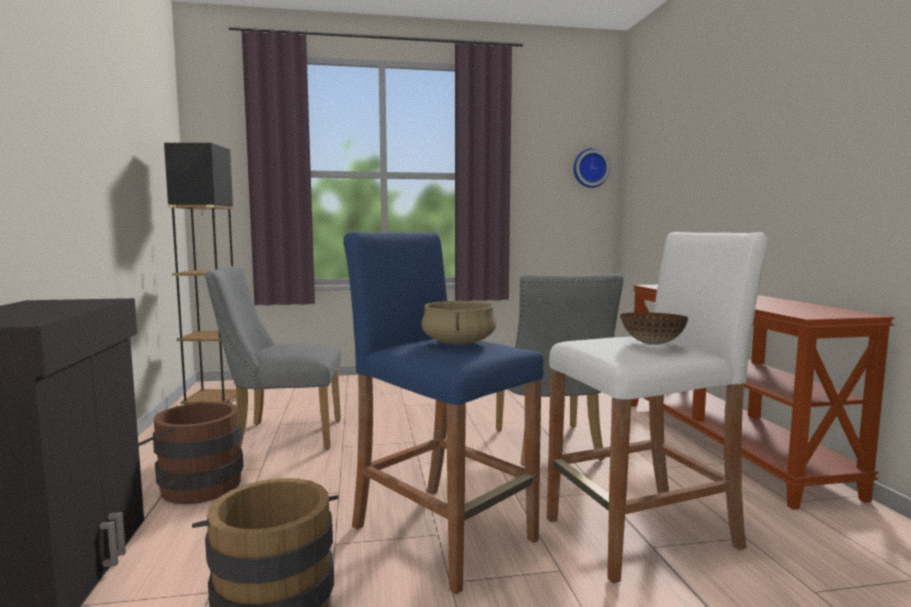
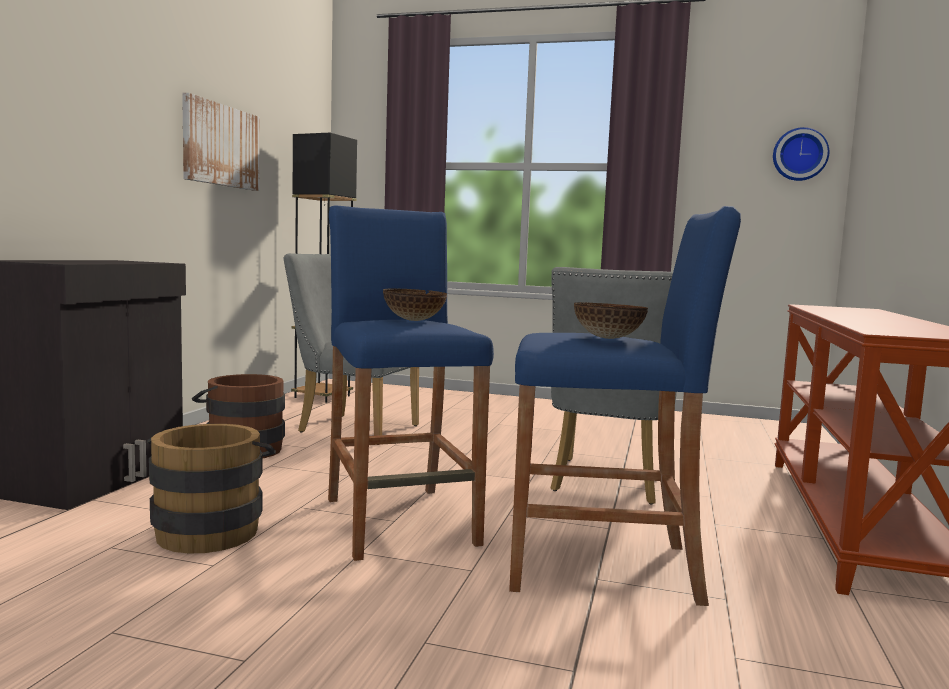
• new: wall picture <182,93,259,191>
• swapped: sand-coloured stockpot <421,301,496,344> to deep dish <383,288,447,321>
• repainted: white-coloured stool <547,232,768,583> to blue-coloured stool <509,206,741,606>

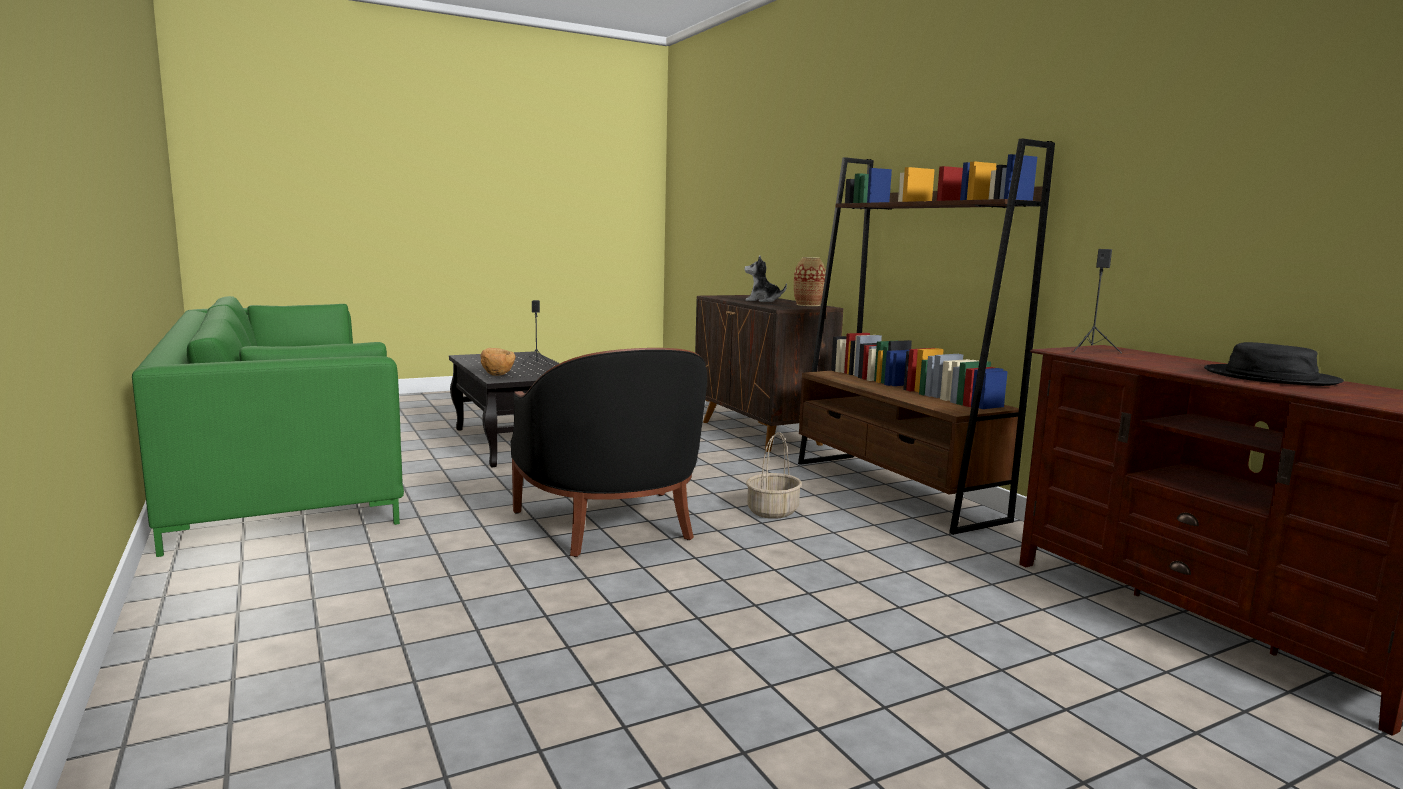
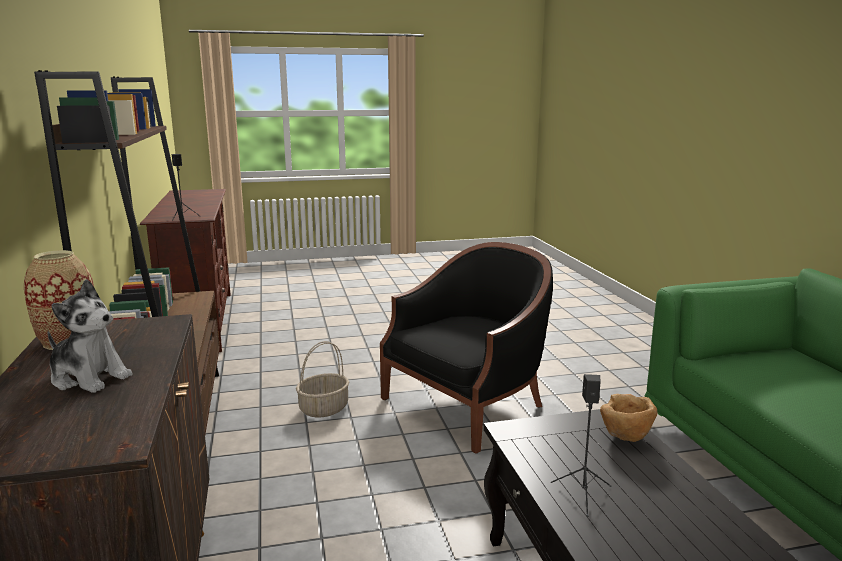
• rotated: blackish armchair <510,348,707,557> = <380,242,553,454> 60 degrees clockwise
• gone: blackish wearable hat <1204,342,1344,386>

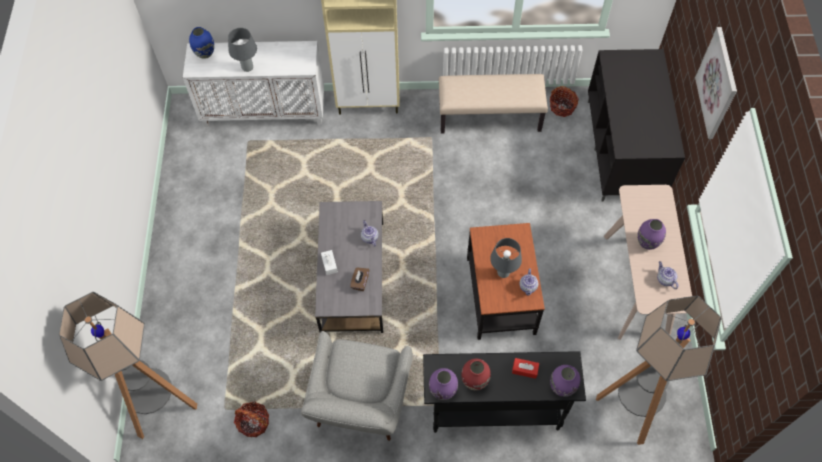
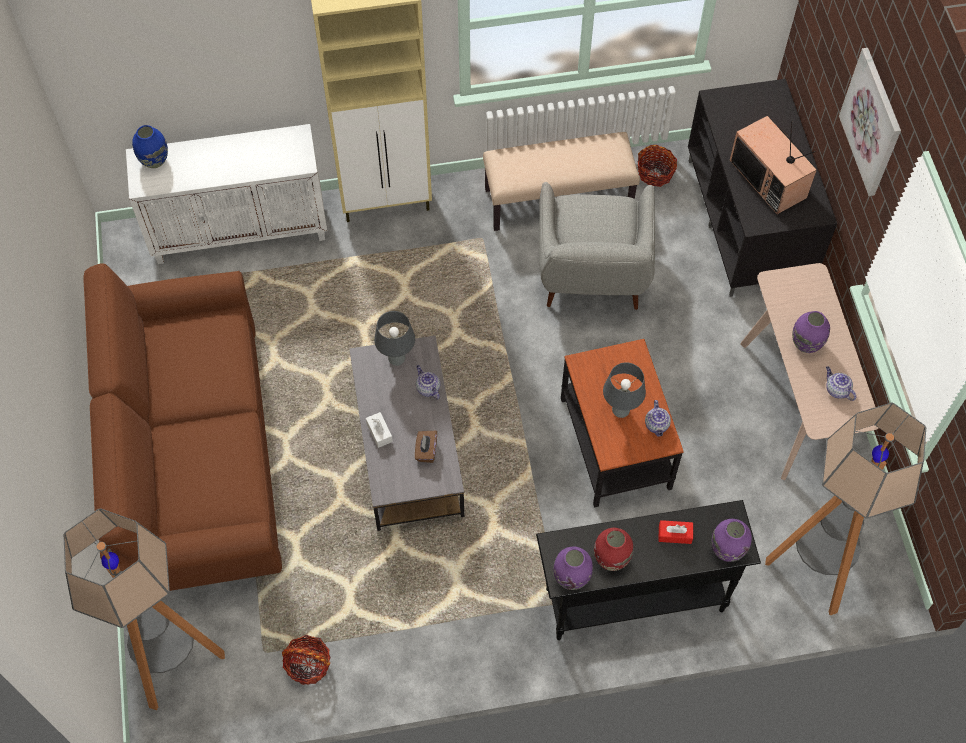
• new: brownish sofa <83,263,282,591>
• shifted: gray table lamp <228,28,257,72> to <374,311,415,366>
• shifted: gray armchair <301,331,413,441> to <539,182,655,310>
• new: television <730,116,817,214>

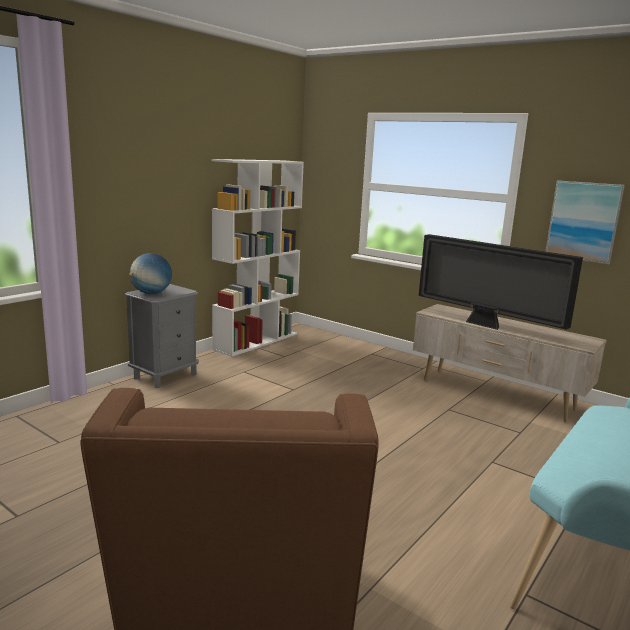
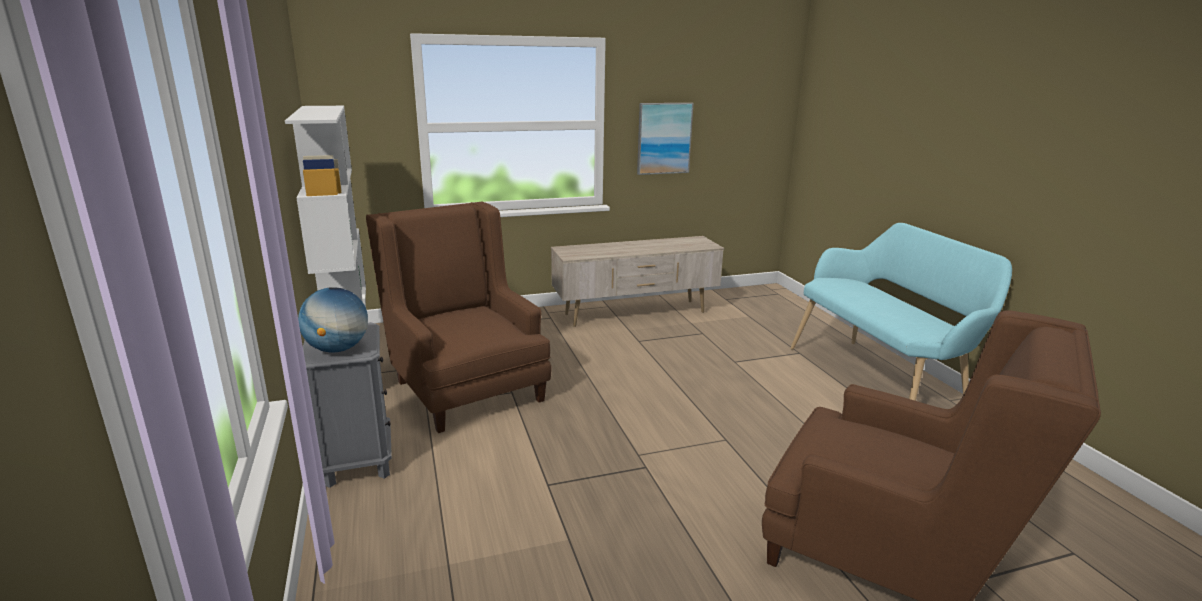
• new: brownish armchair <366,201,551,433>
• gone: television <419,234,583,330>

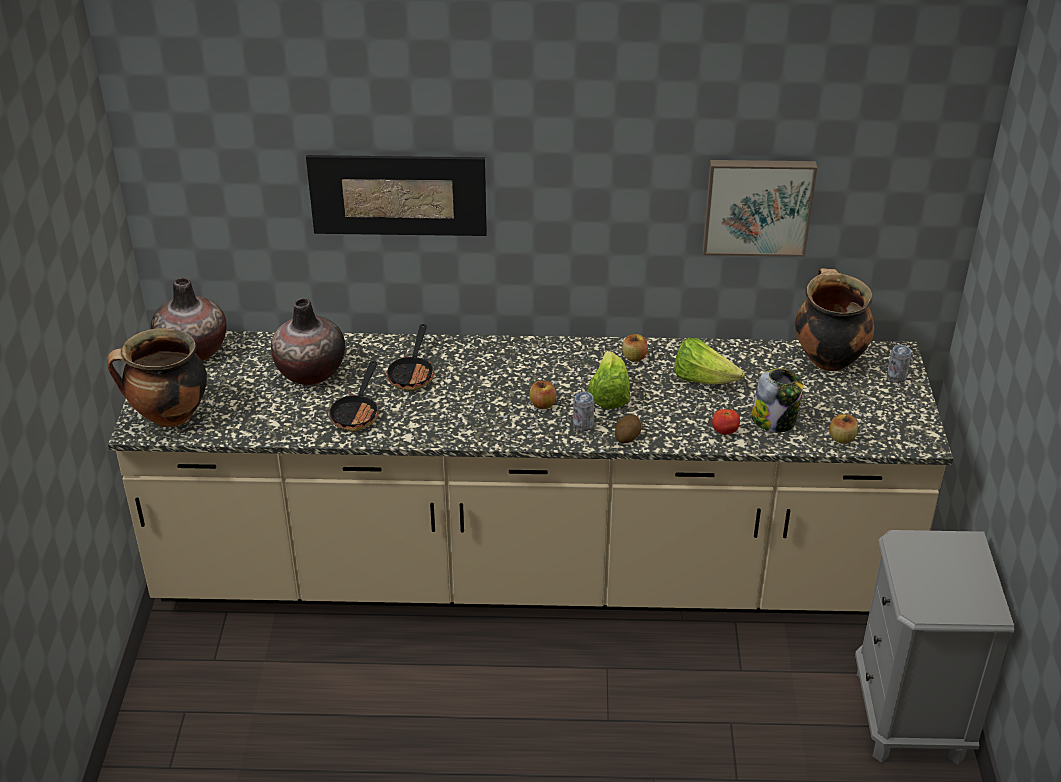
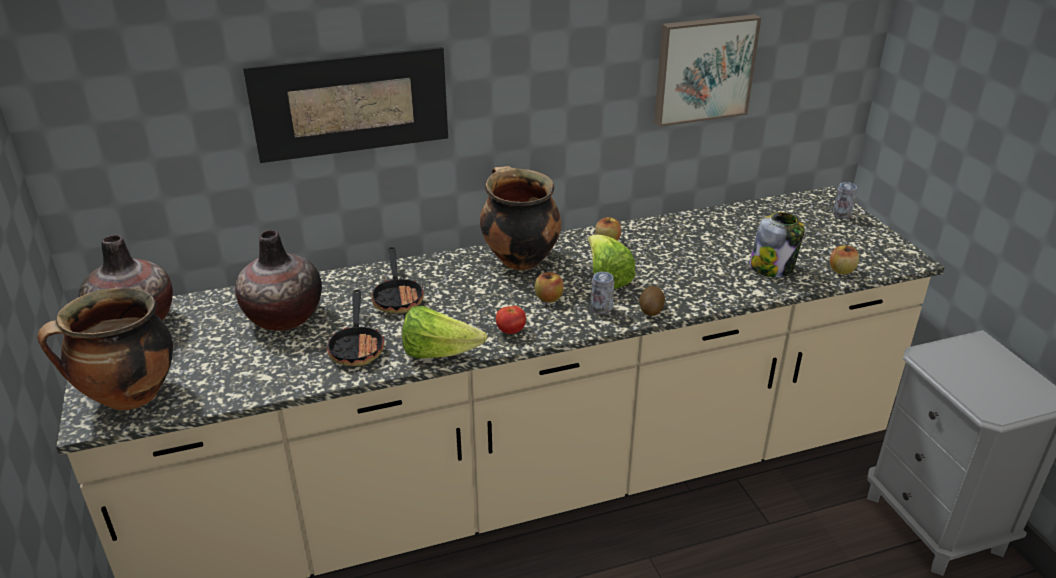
• shifted: head of lettuce <674,338,745,384> to <402,306,487,358>
• shifted: stockpot <795,268,874,371> to <480,166,561,270>
• shifted: tomato <712,409,740,435> to <496,306,526,334>

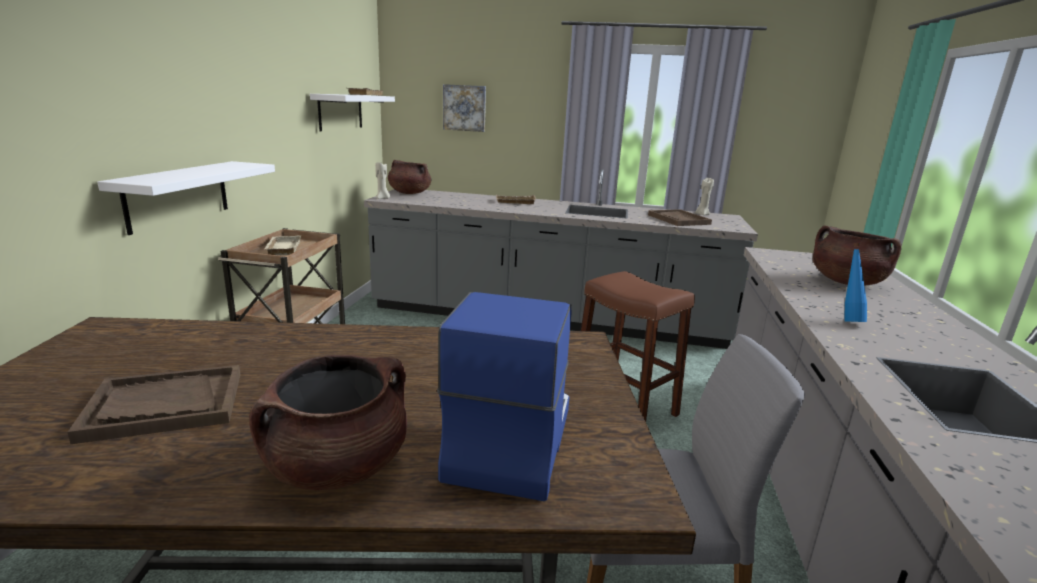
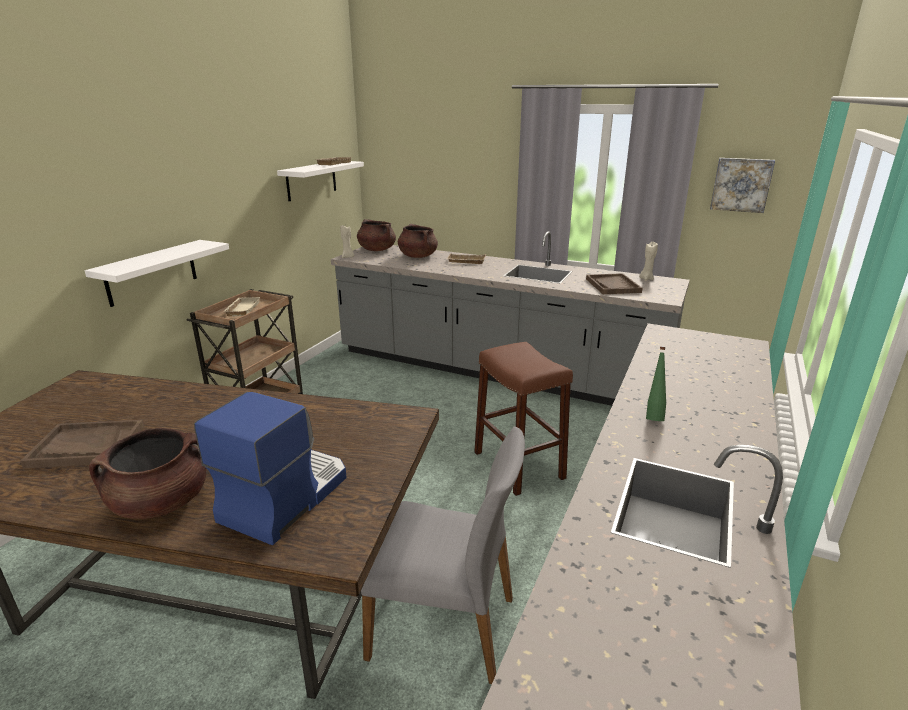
• shifted: brownish stockpot <813,225,902,286> to <398,224,438,258>
• repainted: blue-coloured beverage bottle <845,243,867,322> to green-coloured beverage bottle <646,347,666,421>
• shifted: wall picture <443,84,486,132> to <710,158,775,213>

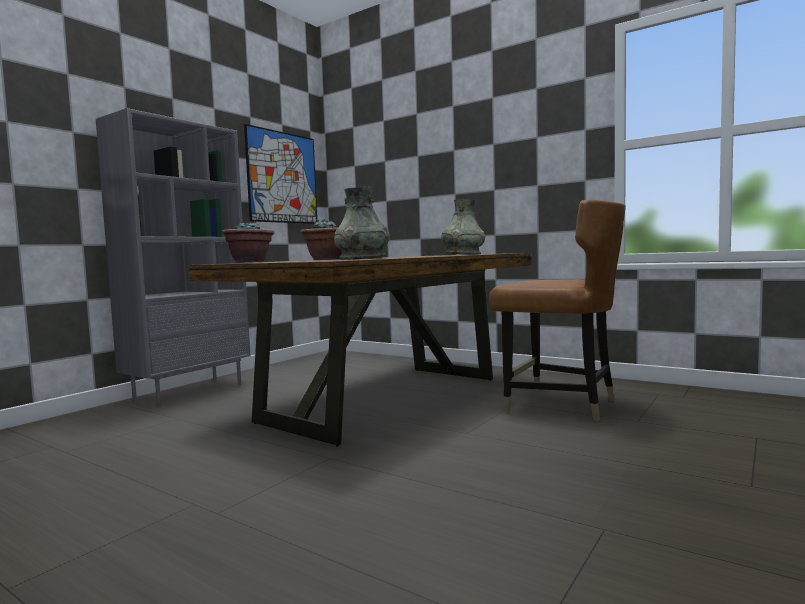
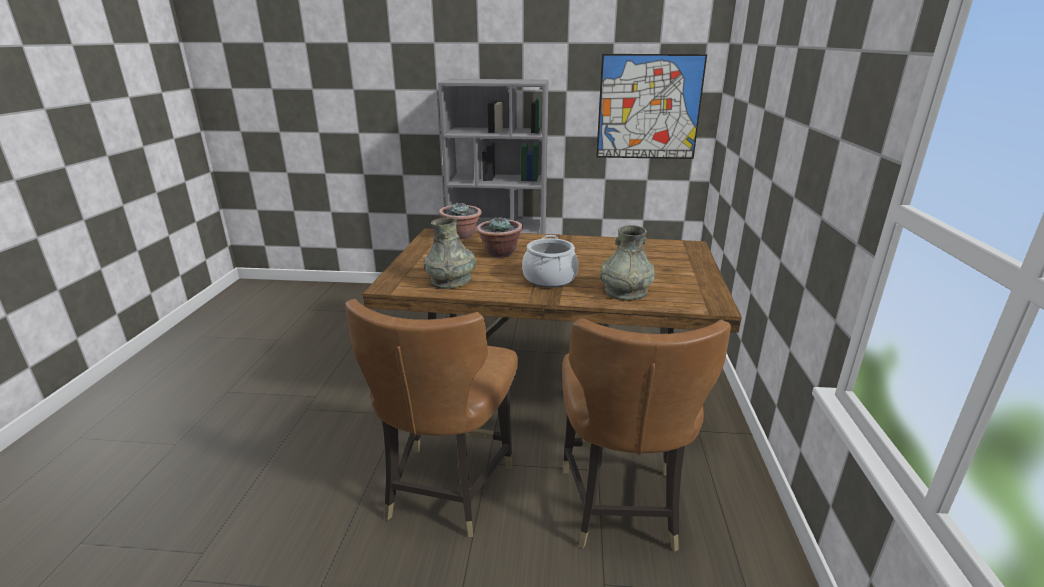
• new: brownish upright chair <345,299,518,537>
• new: stockpot <522,235,578,288>

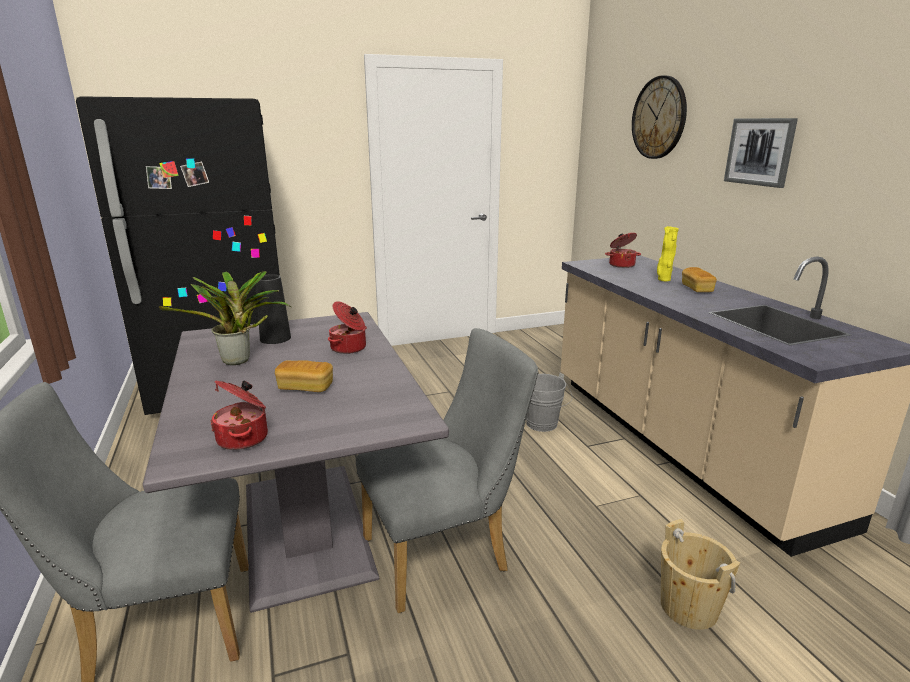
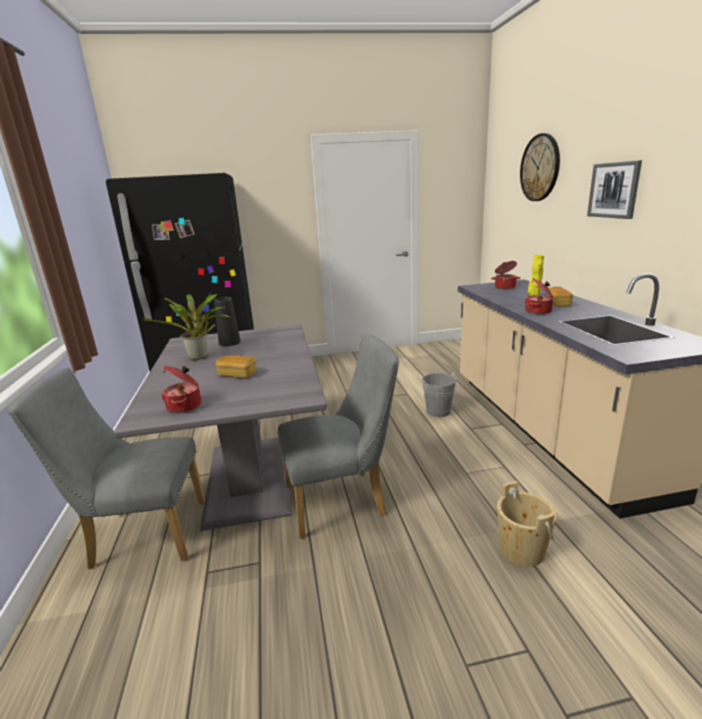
• shifted: stockpot <328,301,367,354> to <525,278,553,314>

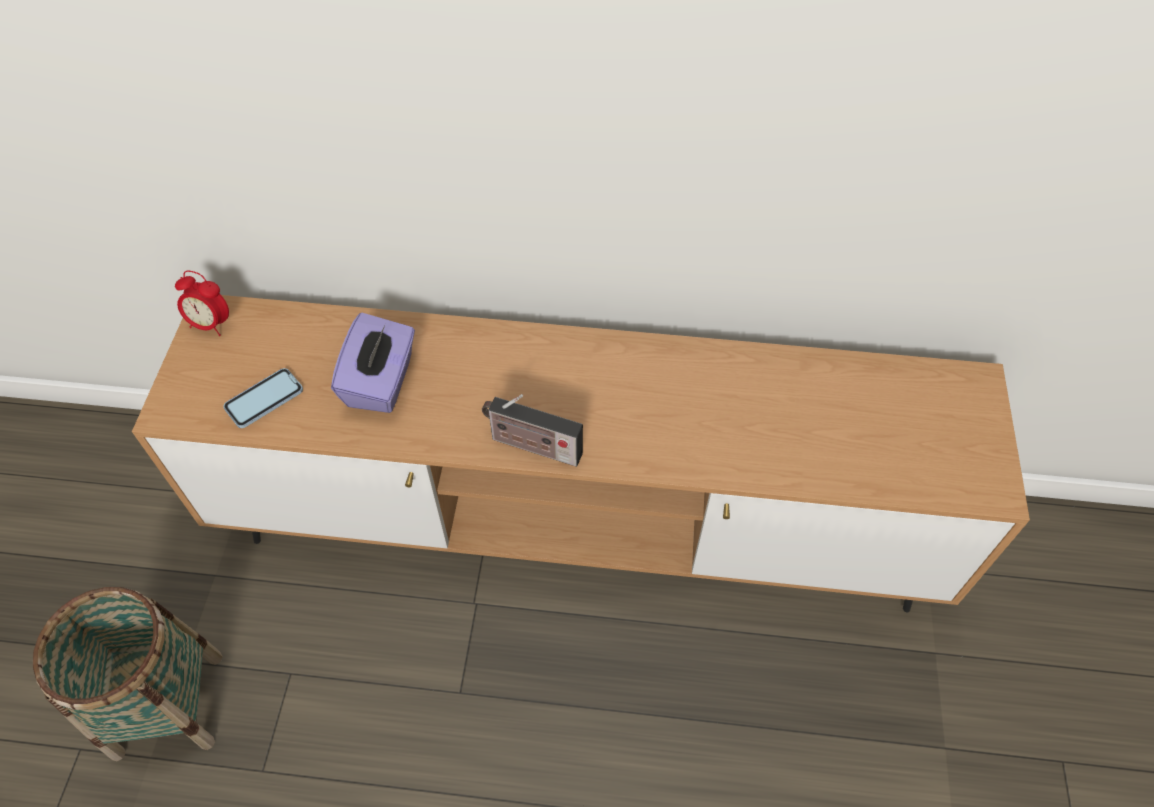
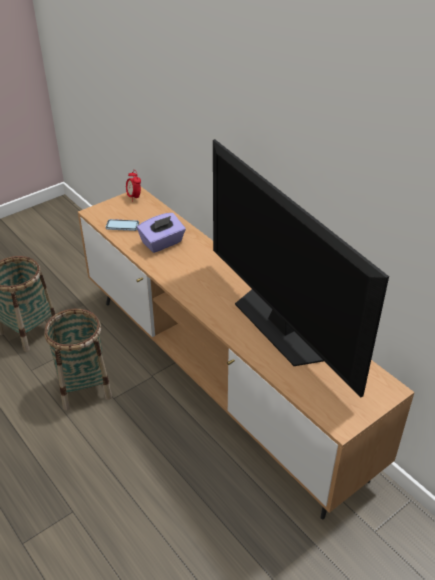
• new: basket <44,309,112,410>
• new: television <213,139,389,397>
• gone: radio <482,394,583,467>

